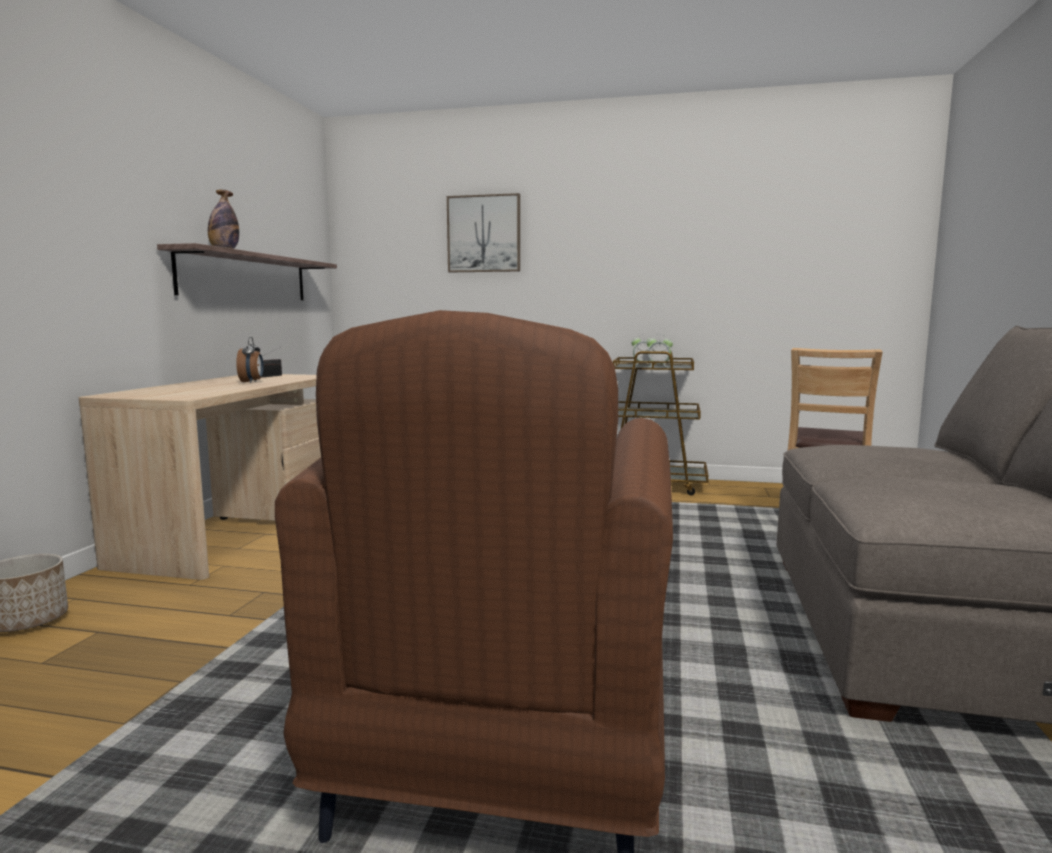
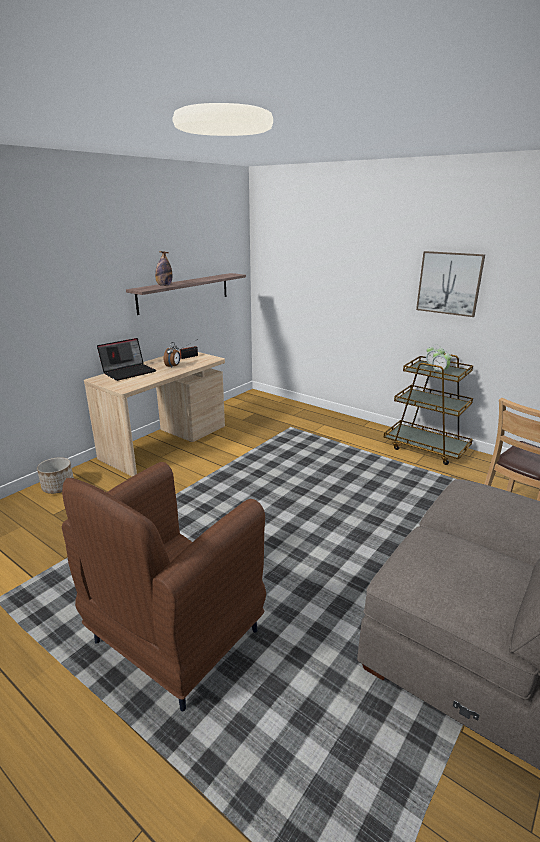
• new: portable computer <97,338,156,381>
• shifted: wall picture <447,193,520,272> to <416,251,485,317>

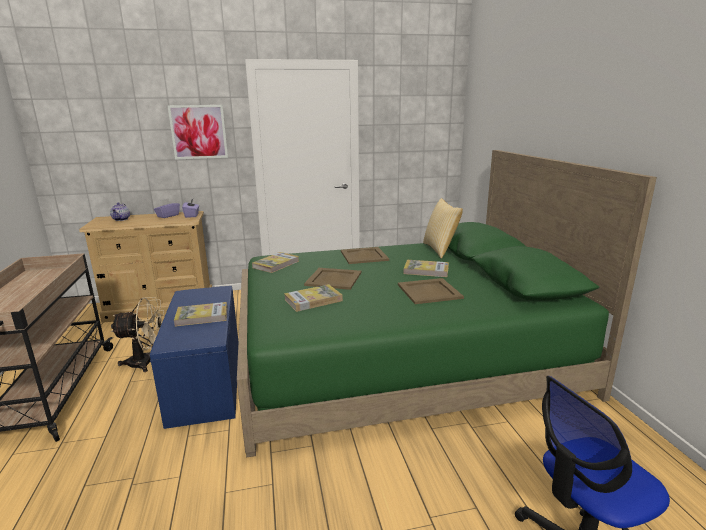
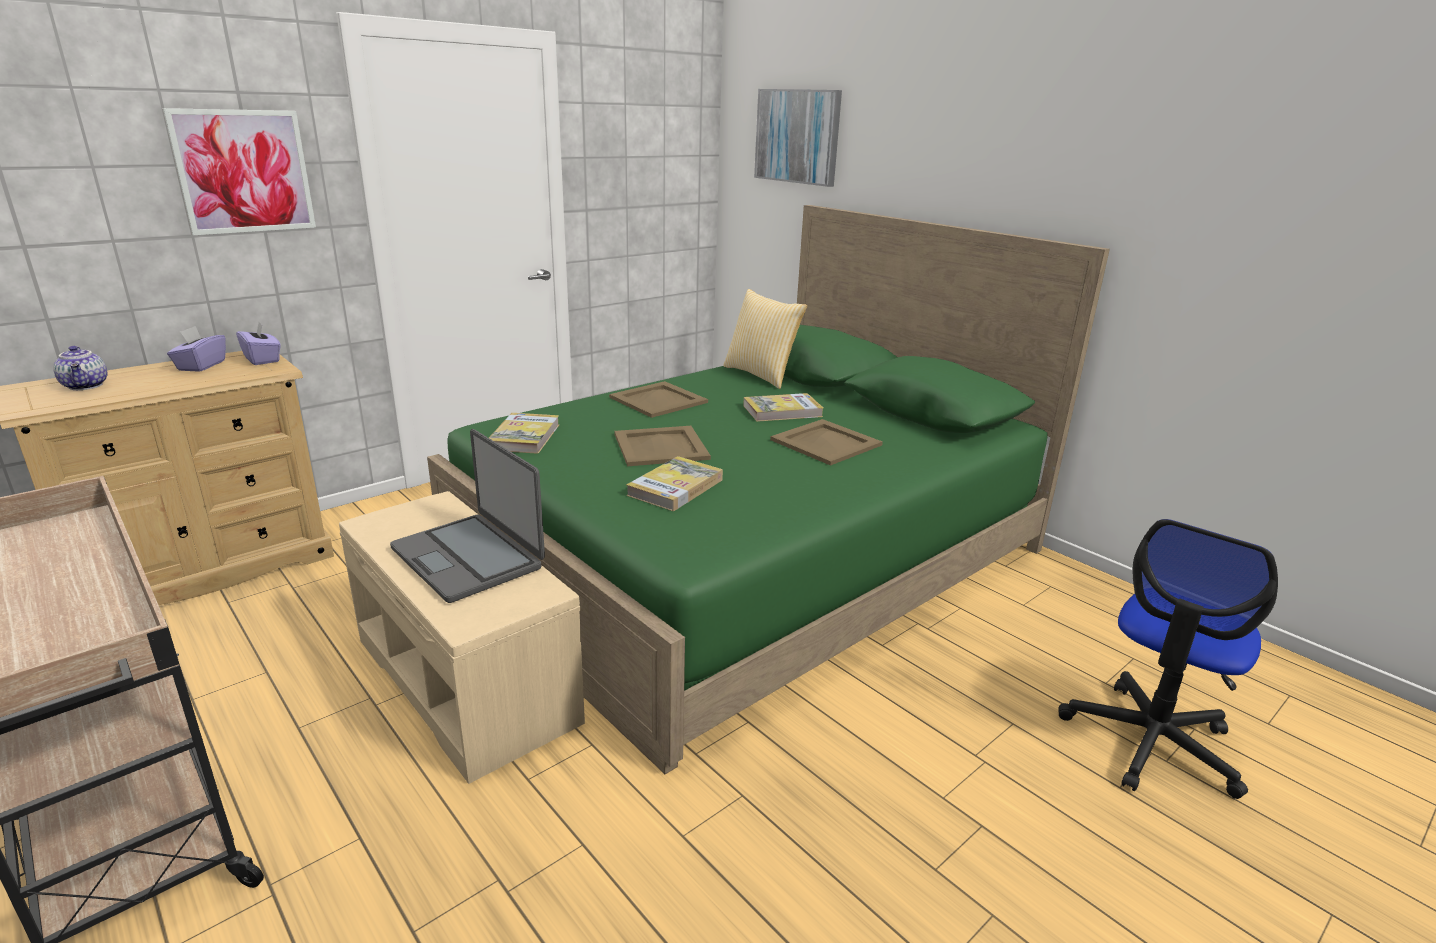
• repainted: blue-coloured long seat <150,286,238,429> to sand-coloured long seat <339,491,585,784>
• swapped: book <174,302,227,327> to portable computer <390,429,545,603>
• new: wall picture <754,89,842,187>
• gone: sand-coloured cooling fan <111,297,164,372>

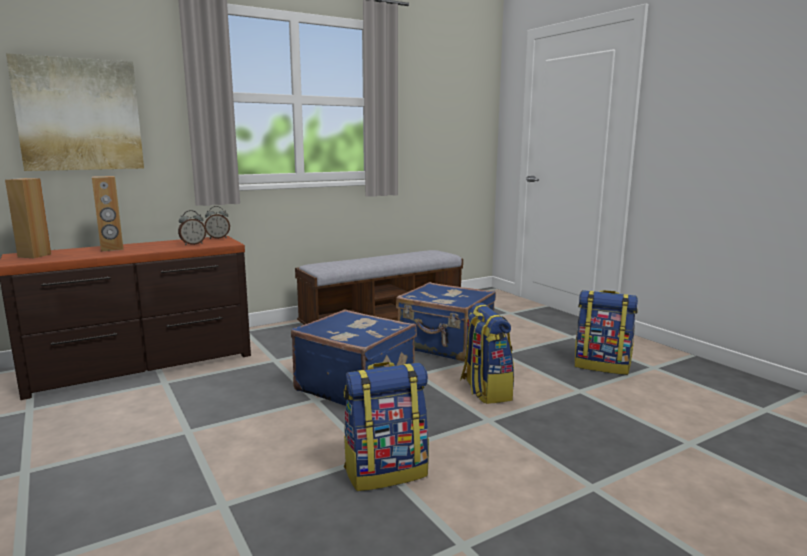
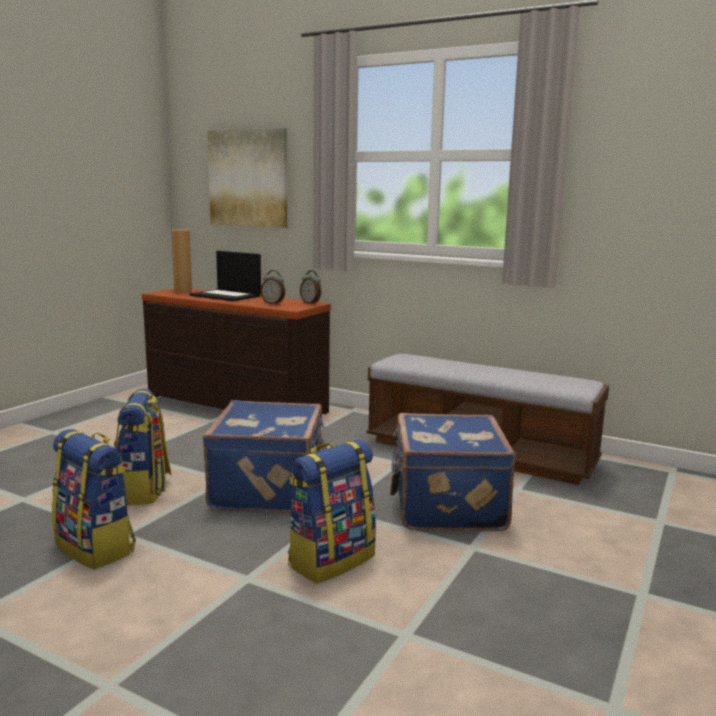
• shifted: knapsack <575,290,638,375> to <114,389,171,505>
• swapped: brownish audio speaker <92,176,123,251> to portable computer <189,251,261,301>

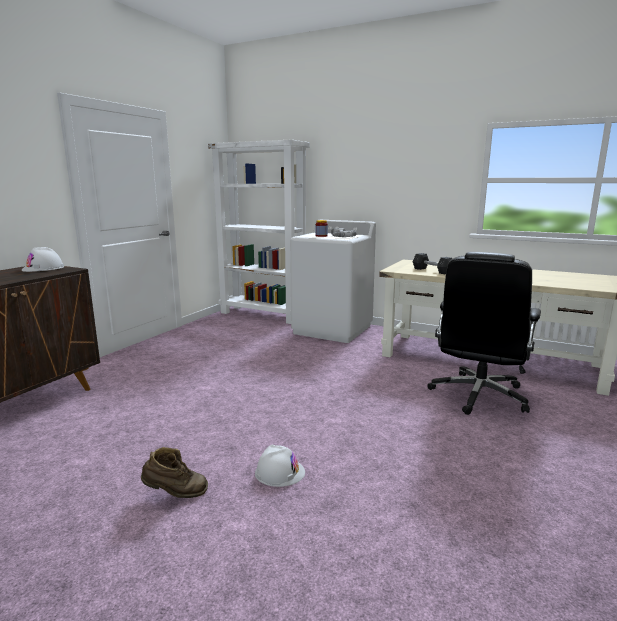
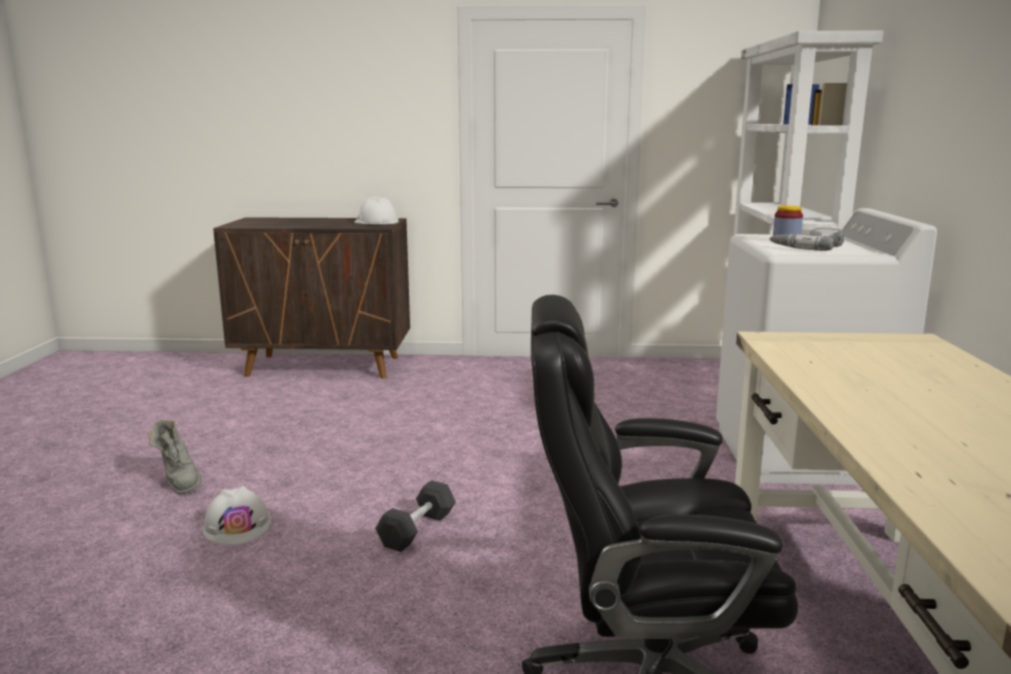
• repainted: brownish high-top boot <141,447,208,498> to gray high-top boot <149,419,201,495>
• shifted: gray free weight <413,253,452,274> to <375,480,456,552>

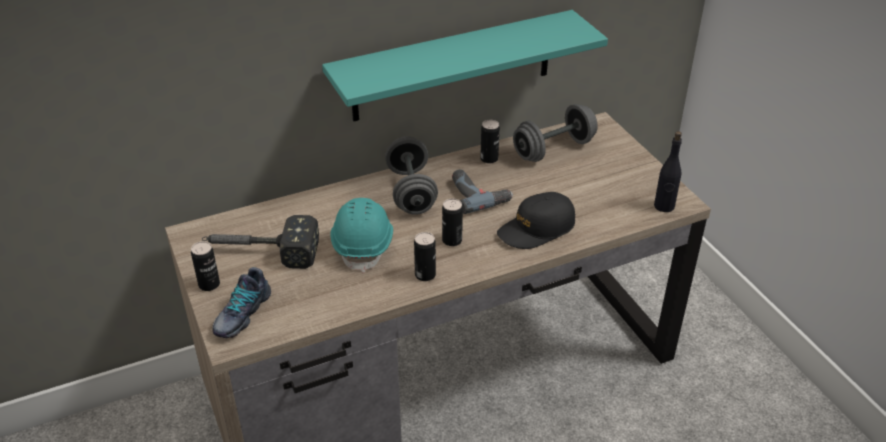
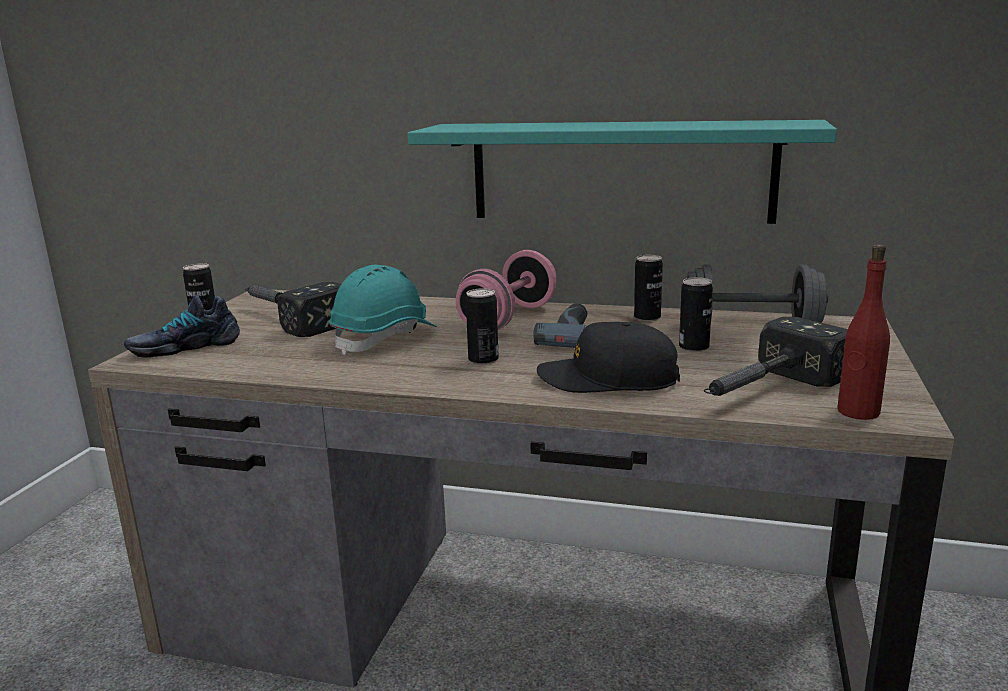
• repainted: gray free weight <385,136,438,215> to pinkish free weight <456,250,557,330>
• shifted: sealed can <414,232,436,281> to <679,277,713,352>
• new: hammer <704,317,847,396>
• repainted: blackish beverage bottle <654,131,682,212> to red-coloured beverage bottle <837,244,890,420>

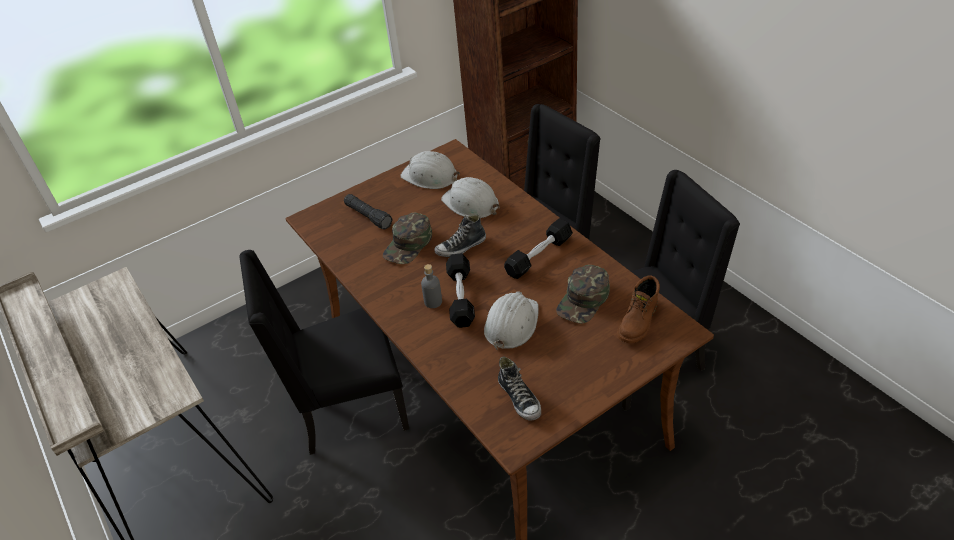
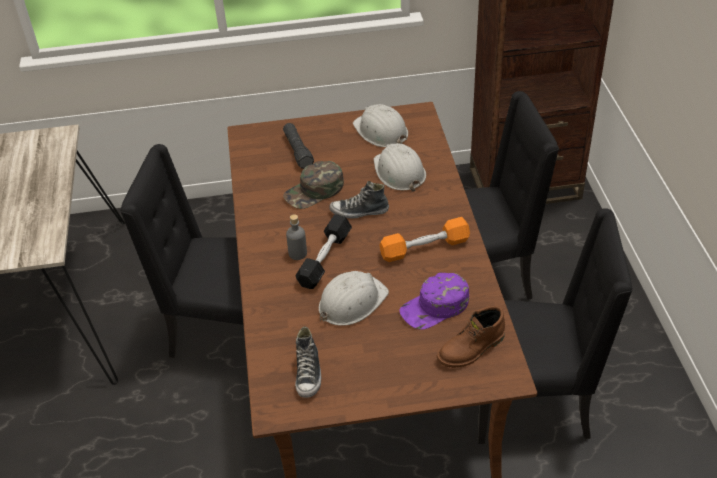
• repainted: blackish free weight <504,218,573,279> to orange-coloured free weight <379,217,470,262>
• repainted: green-coloured peaked cap <556,265,610,324> to purple peaked cap <400,273,469,329>

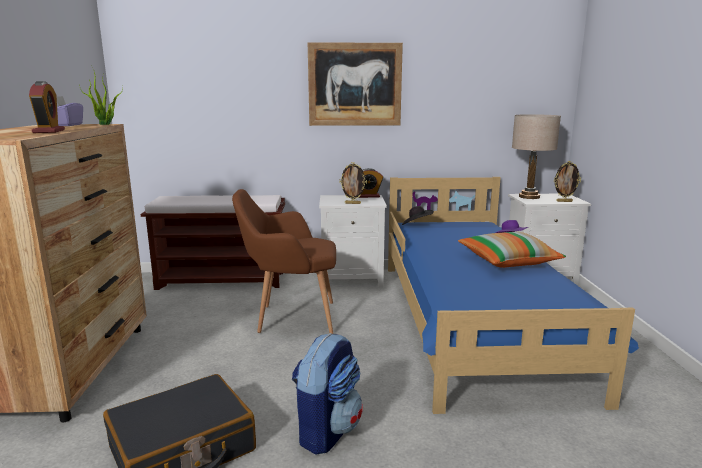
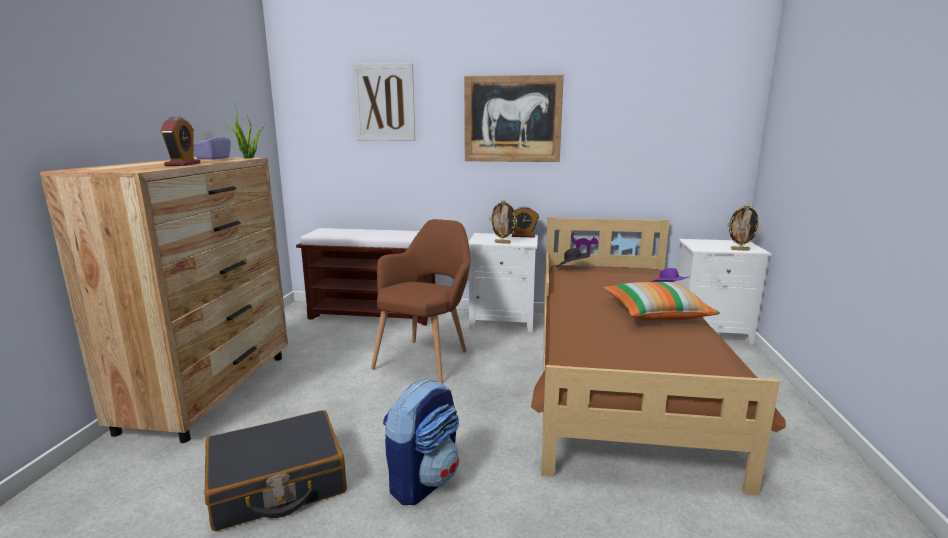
• new: wall picture <352,63,415,141>
• rotated: brownish armchair <232,189,336,334> = <371,219,471,383> 105 degrees clockwise
• repainted: blue-coloured sleeping bed <388,177,639,414> to brownish sleeping bed <531,217,786,495>
• gone: sand-coloured table lamp <512,114,561,199>

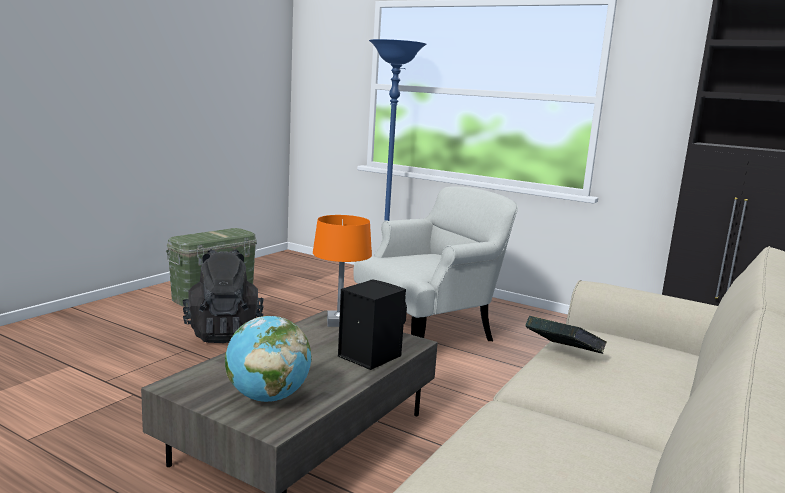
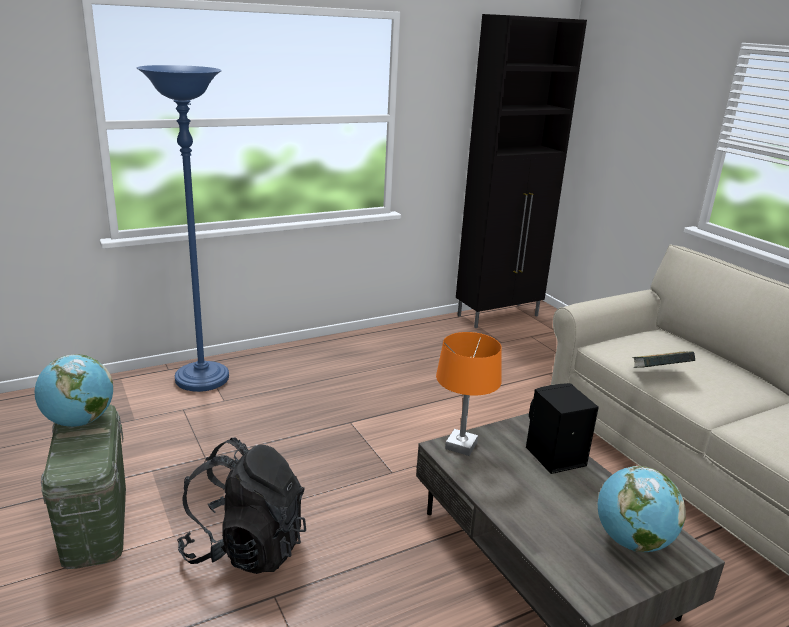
• new: globe <35,354,113,427>
• gone: white-coloured armchair <353,186,518,341>

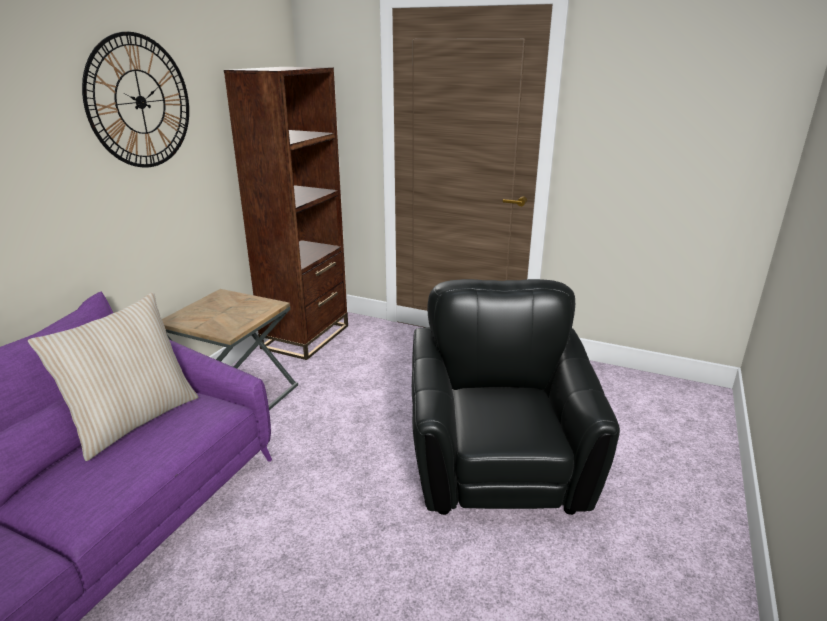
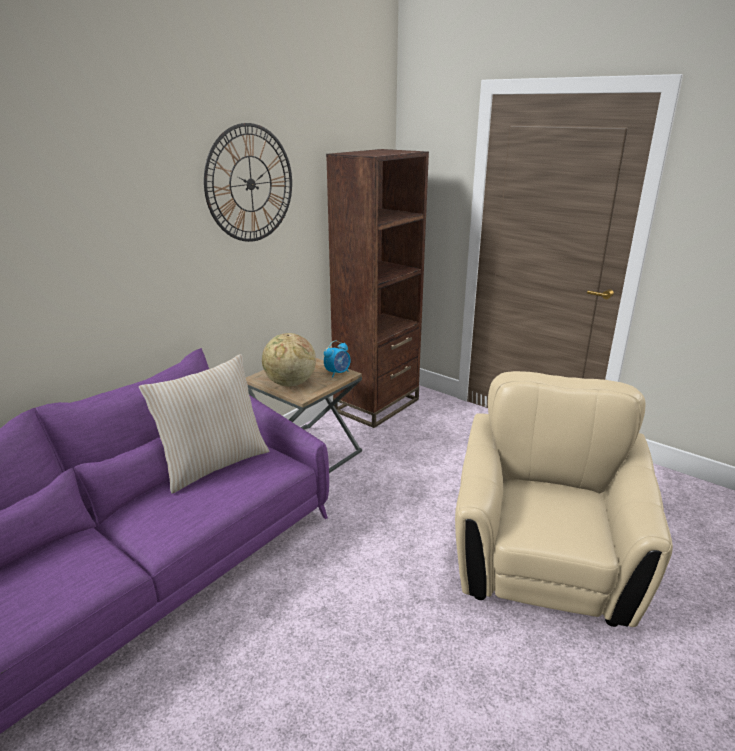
• new: globe <262,333,316,387>
• new: alarm clock <324,341,351,378>
• repainted: blackish armchair <412,279,620,515> to sand-coloured armchair <455,371,673,627>

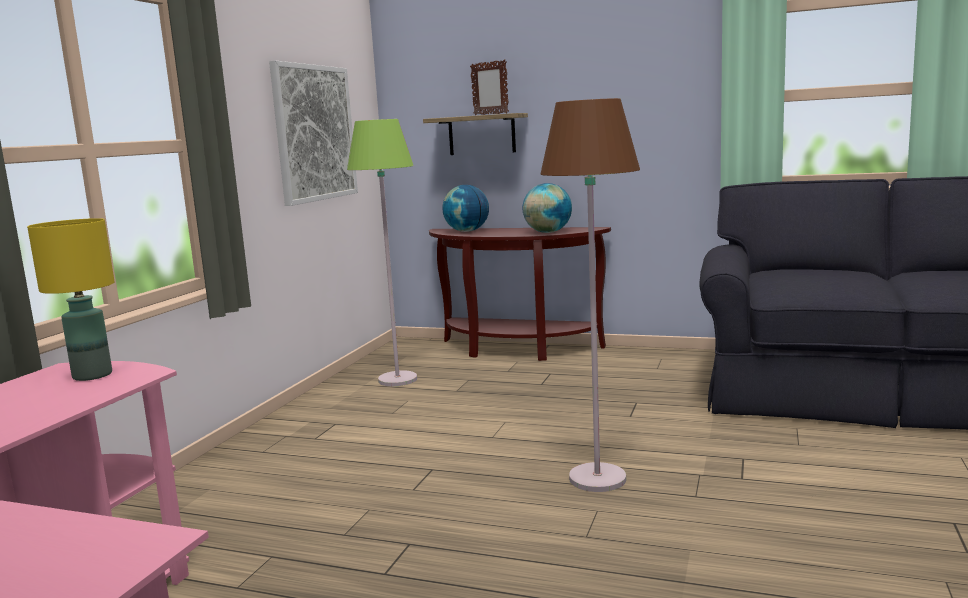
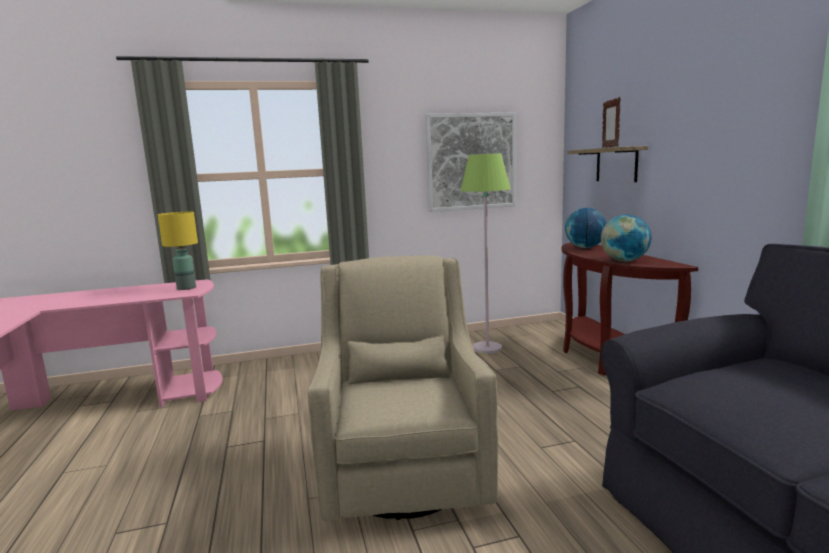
• swapped: brownish floor lamp <541,98,640,492> to sand-coloured armchair <307,255,499,521>

